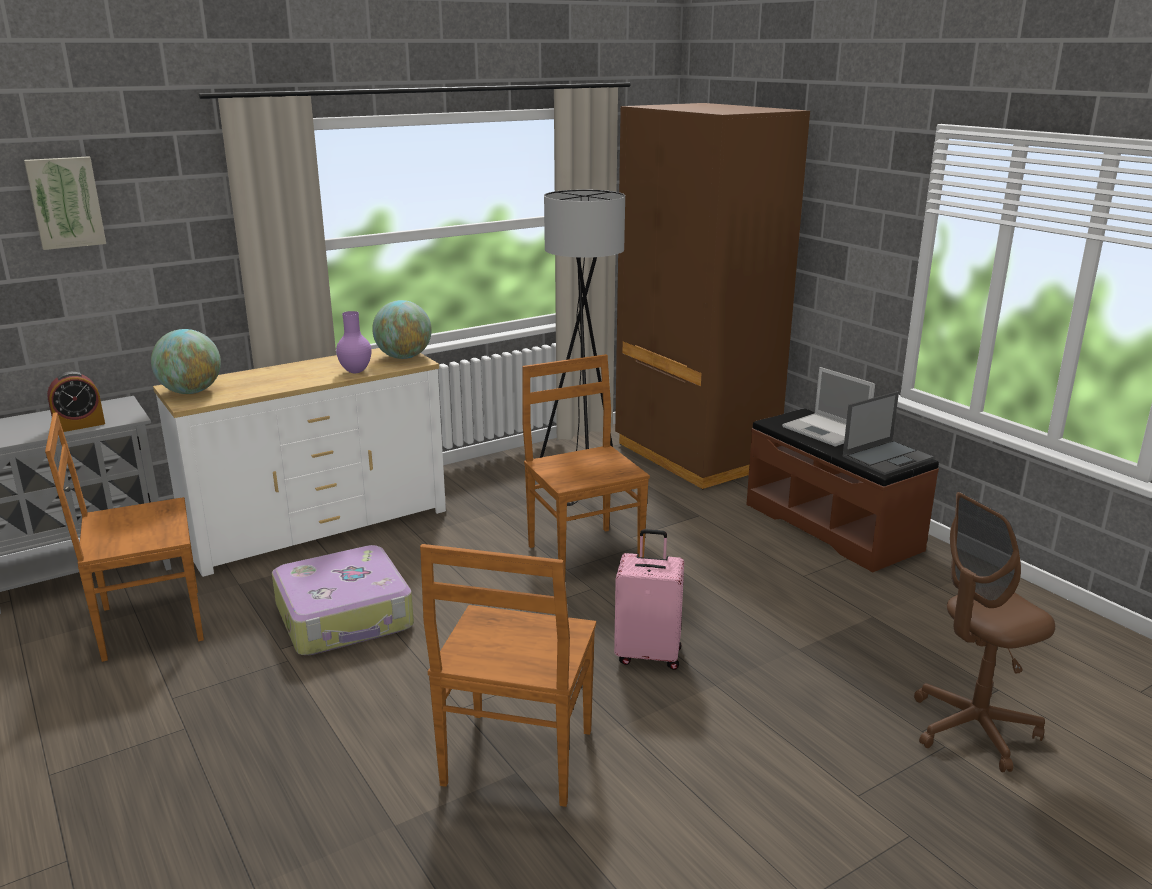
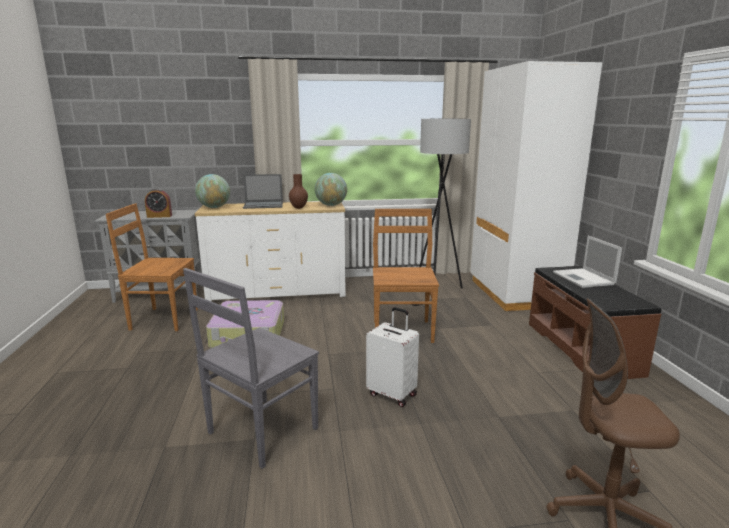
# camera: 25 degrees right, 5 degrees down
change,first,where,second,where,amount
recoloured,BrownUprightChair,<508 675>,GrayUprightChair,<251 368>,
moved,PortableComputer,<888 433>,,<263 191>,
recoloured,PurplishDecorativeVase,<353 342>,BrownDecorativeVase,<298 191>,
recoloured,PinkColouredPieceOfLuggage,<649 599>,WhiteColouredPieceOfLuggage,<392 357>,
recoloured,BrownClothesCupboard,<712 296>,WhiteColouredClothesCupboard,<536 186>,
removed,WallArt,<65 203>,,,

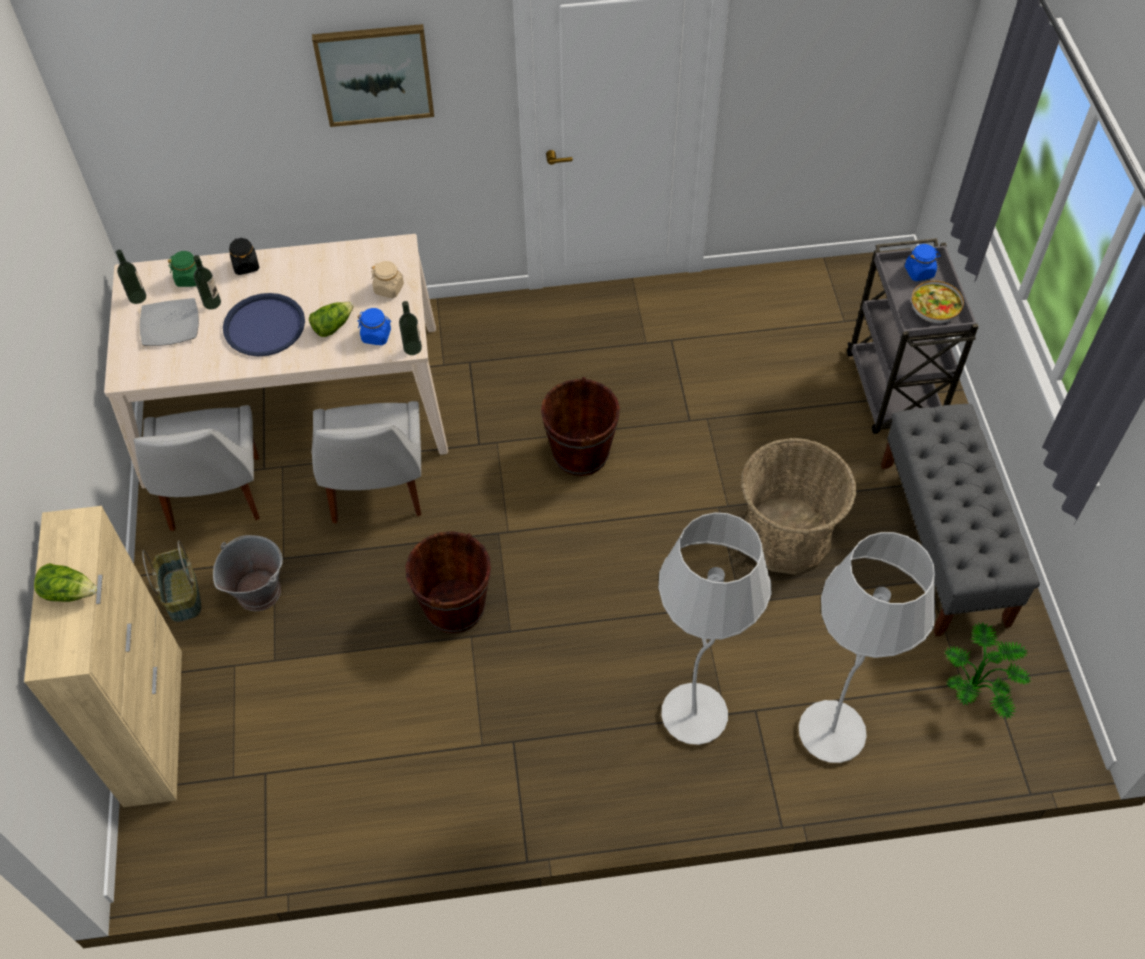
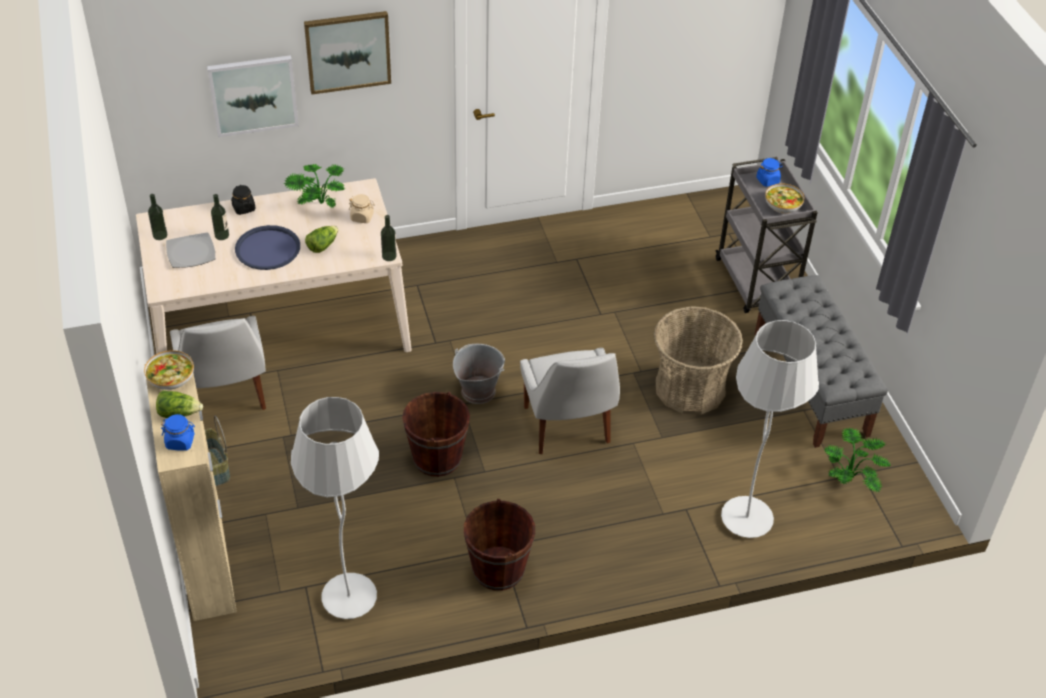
# camera: 10 degrees left, 10 degrees down
change,first,where,second,where,amount
added,,,Bowl,<169 370>,
moved,BlueStorageJar,<374 326>,,<178 432>,
added,,,WallArt,<253 96>,
added,,,Houseplant,<314 185>,
moved,WhiteColouredFloorLamp,<714 629>,,<335 508>,
moved,GrayPail,<248 573>,,<479 374>,
moved,BrownPail,<580 426>,,<499 545>,
moved,WhiteColouredUprightChair,<366 462>,,<570 401>,
removed,GreenishStorageJar,<185 269>,,,

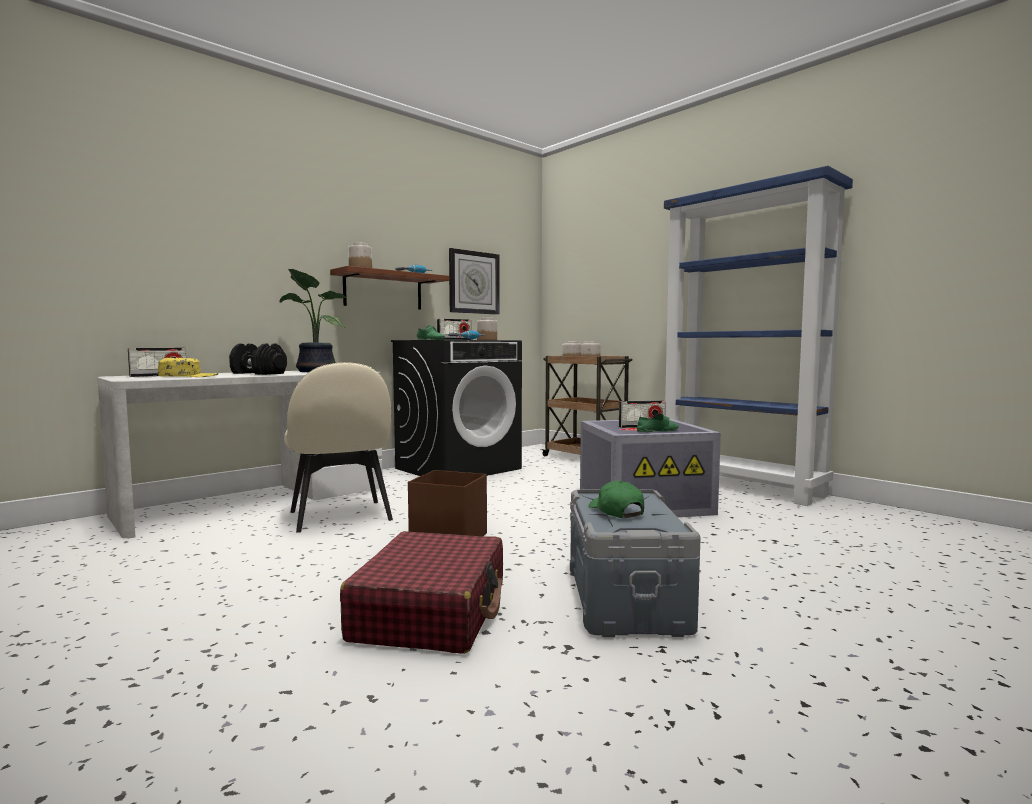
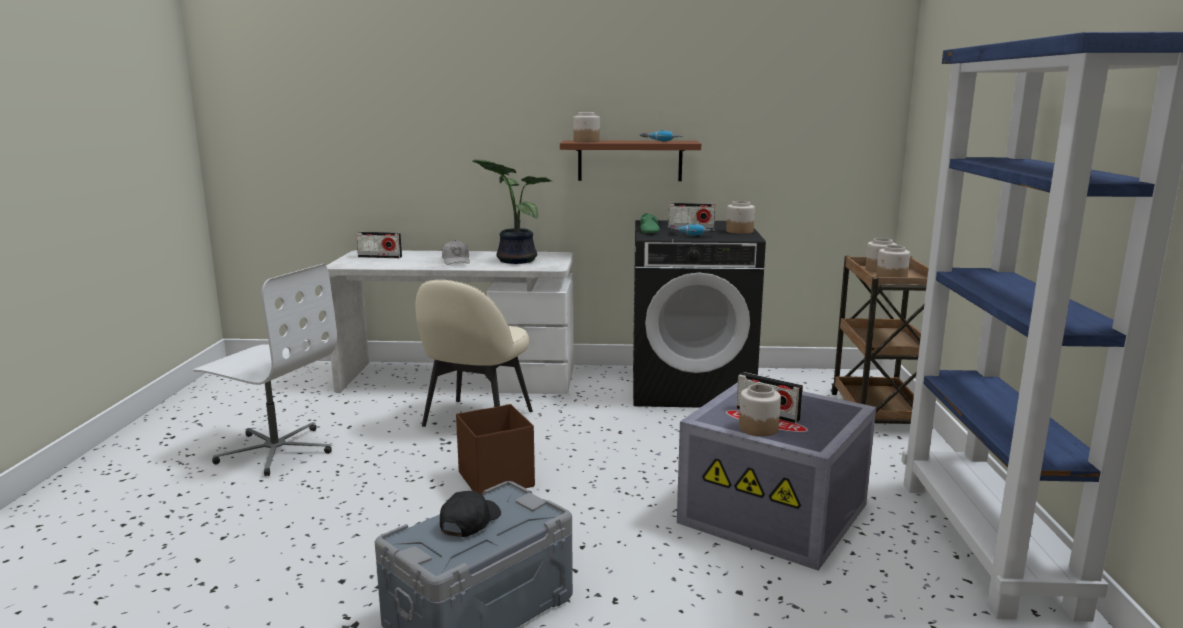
# camera: 45 degrees right, 10 degrees up
change,first,where,second,where,amount
added,,,WhiteColouredOfficeChair,<265 370>,
recoloured,GreenishBaseballCap,<616 499>,BlackBaseballCap,<470 514>,
replaced,BlackDumbbell,<258 359>,WhiteColouredBaseballCap,<456 252>,
replaced,GreenishShoe,<658 422>,StorageJar,<760 410>,
removed,YellowColouredBaseballCap,<188 367>,,,
removed,RedPieceOfLuggage,<421 592>,,,
removed,HangingClock,<474 281>,,,

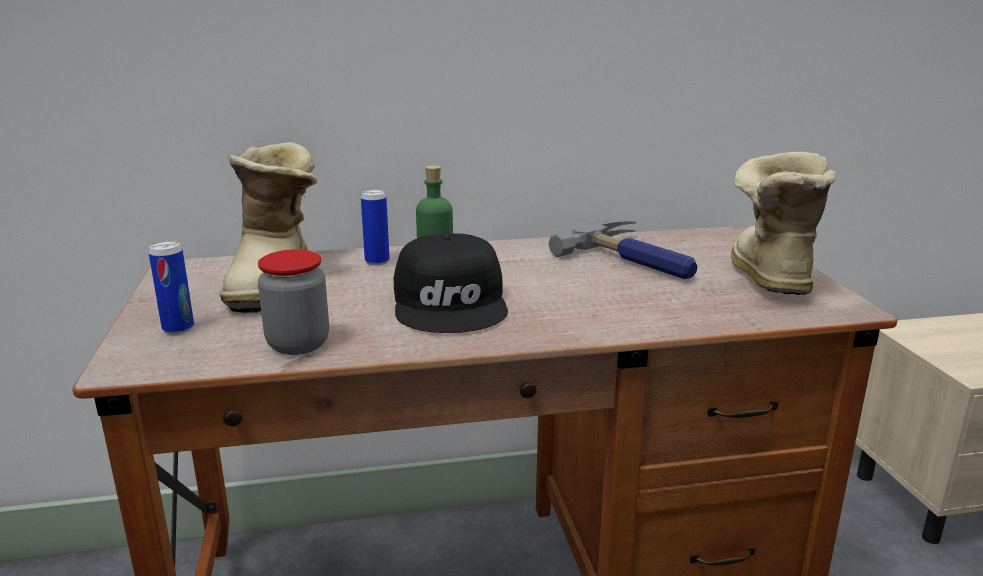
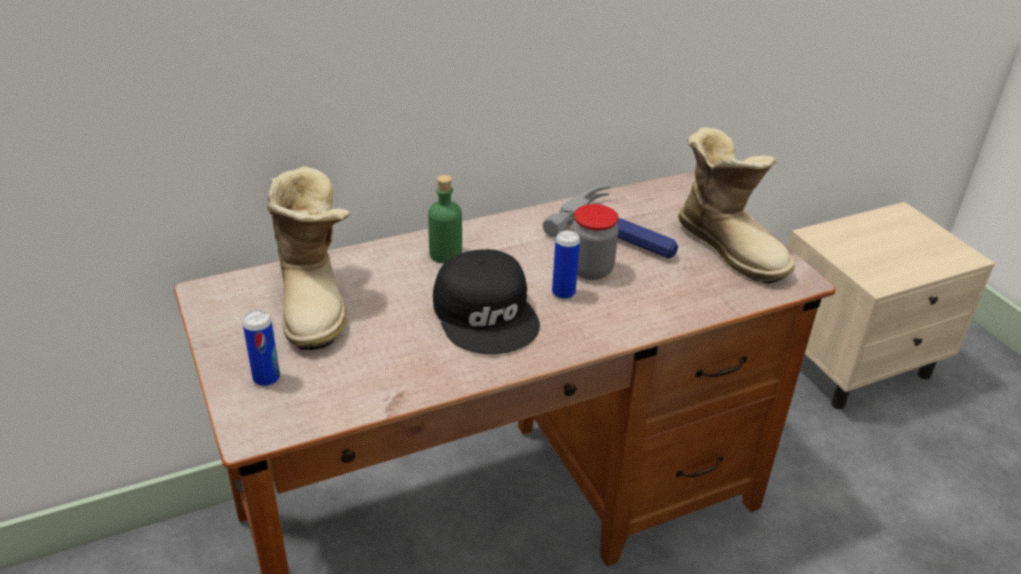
# camera: 15 degrees left, 15 degrees up
change,first,where,second,where,amount
moved,MetalCan,<375 227>,,<566 264>,
moved,StorageJar,<293 302>,,<595 242>,
turned,TallBoot,<783 223>,,<736 205>,150 degrees clockwise

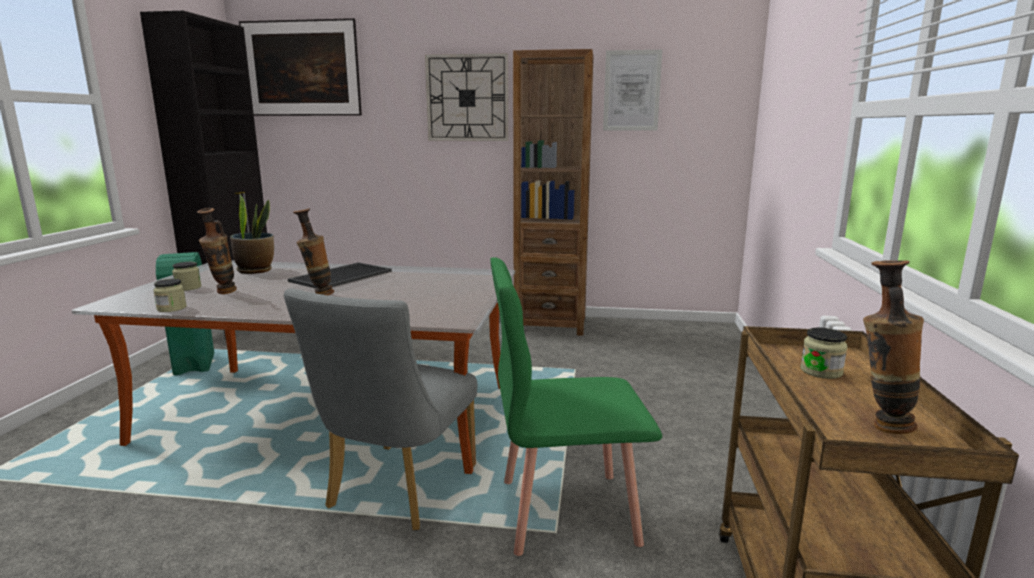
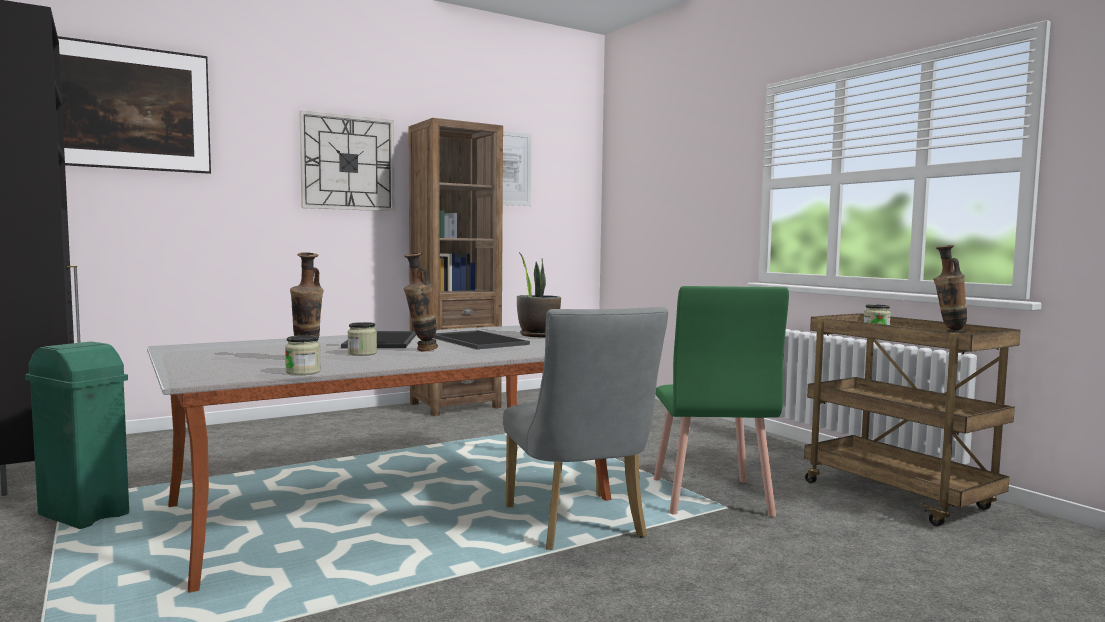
# camera: 40 degrees left, 10 degrees down
change,first,where,second,where,amount
moved,StorageJar,<186 276>,,<362 339>,
added,,,ServingTray,<481 339>,
moved,Houseplant,<252 234>,,<539 295>,
turned,GreenishUprightChair,<576 406>,,<721 401>,45 degrees counterclockwise

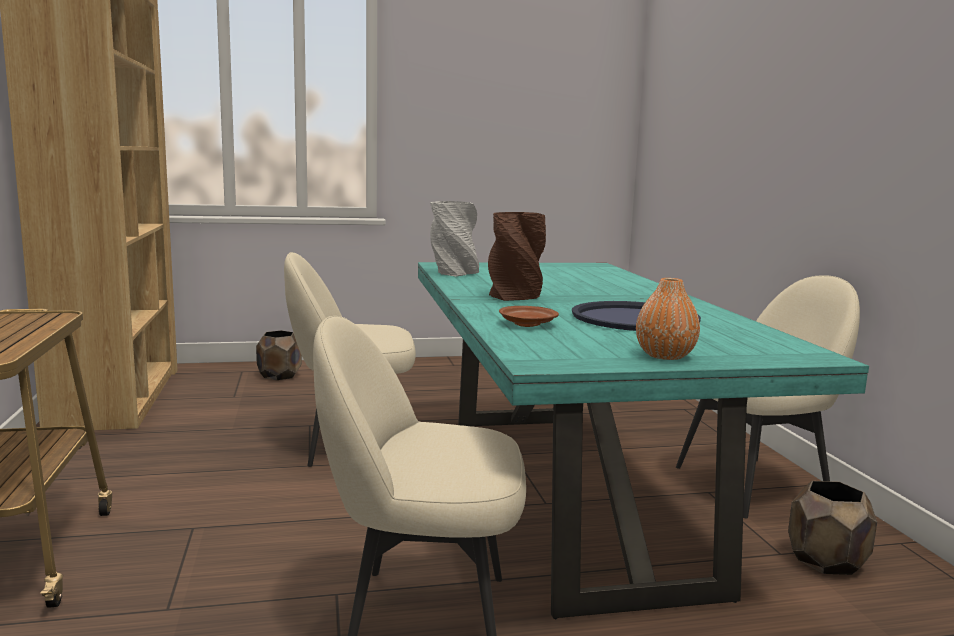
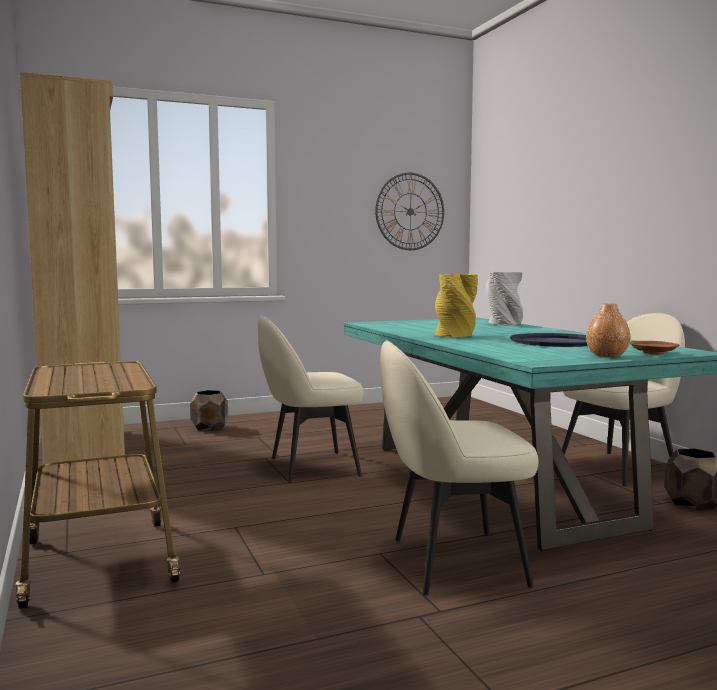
# camera: 10 degrees left, 5 degrees down
change,first,where,second,where,amount
added,,,HangingClock,<409 211>,
recoloured,BrownDecorativeVase,<517 256>,YellowColouredDecorativeVase,<456 306>,
moved,GrayDecorativeVase,<454 239>,,<504 299>,
moved,BrownDinnerPlate,<529 316>,,<655 348>,

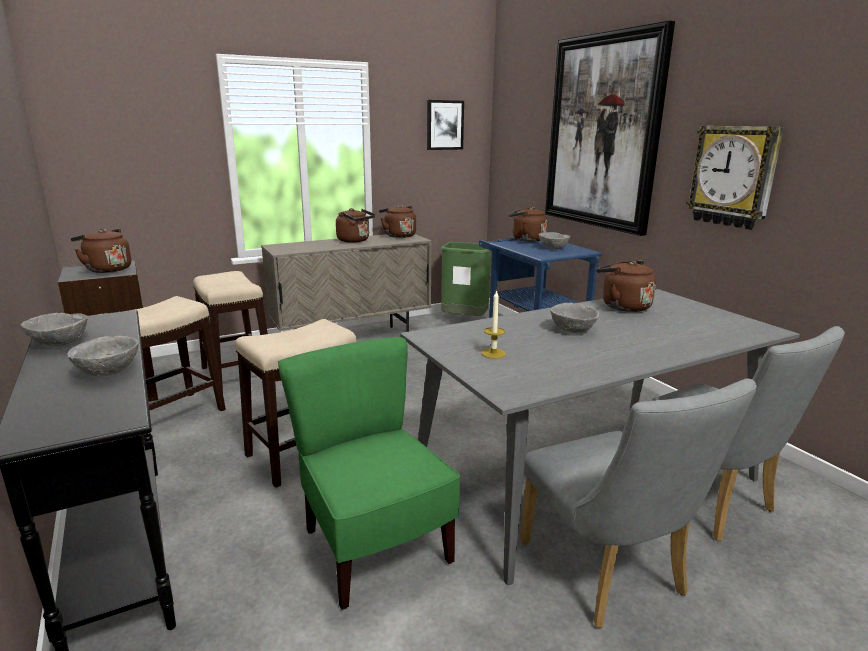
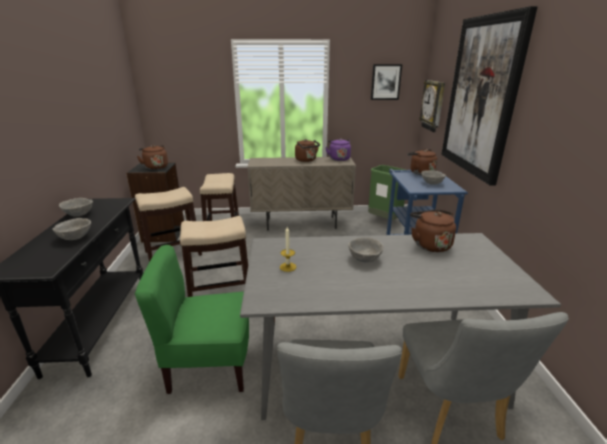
# camera: 25 degrees right, 5 degrees up
change,first,where,second,where,amount
turned,GreenishUprightChair,<369 473>,,<192 319>,90 degrees counterclockwise
recoloured,BrownWaterKettle,<397 221>,PurplishWaterKettle,<338 150>,
moved,HangingClock,<735 178>,,<432 106>,

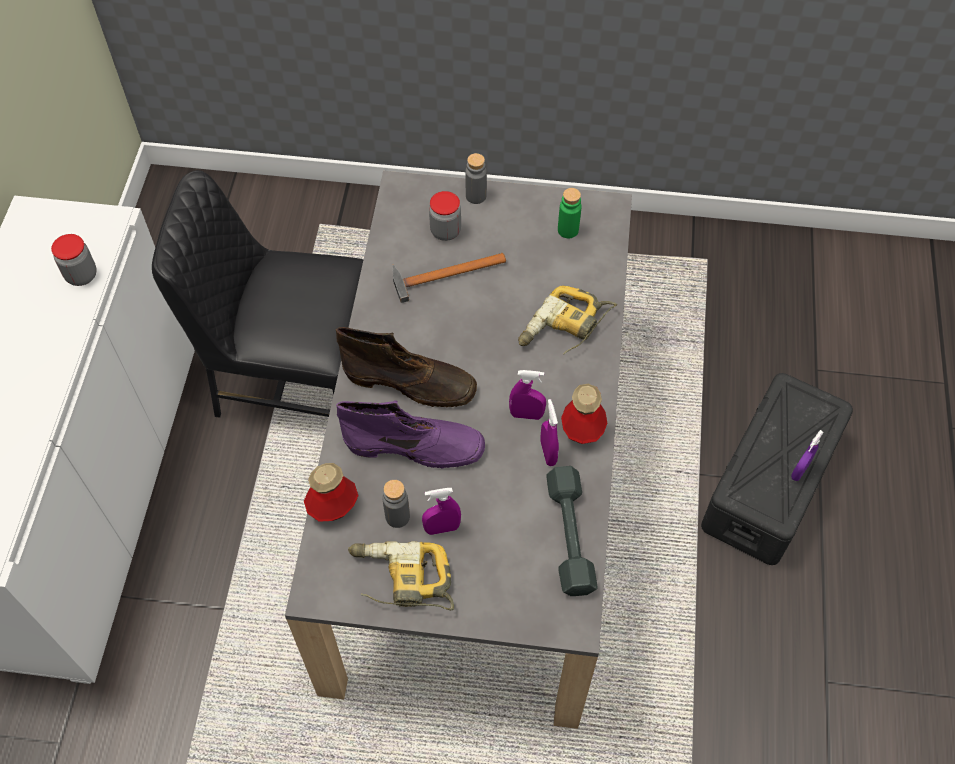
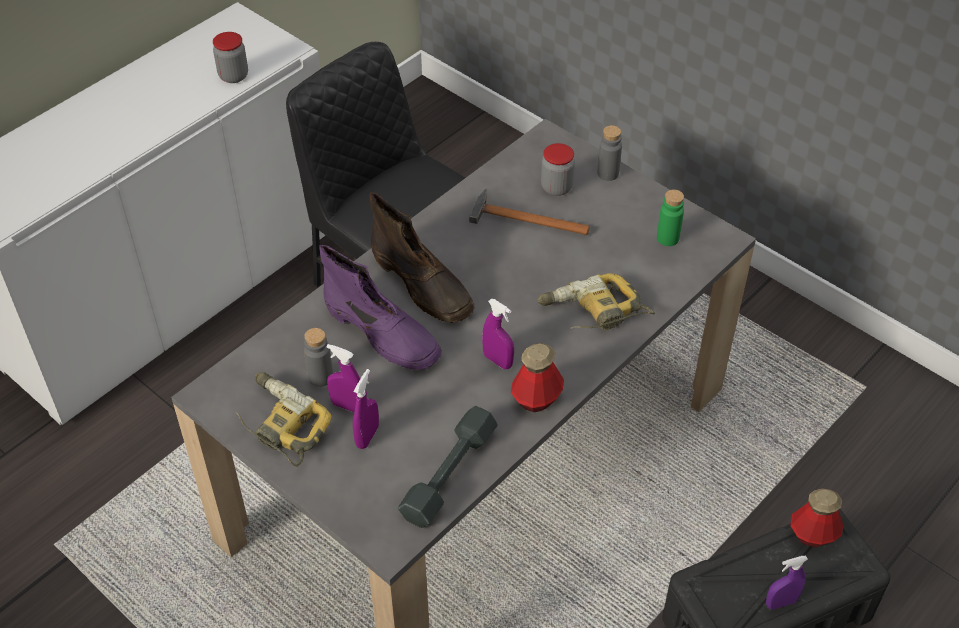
# camera: 35 degrees right, 10 degrees down
change,first,where,second,where,amount
moved,PurplishHandSprayer,<549 432>,,<366 409>,
moved,DrinkBottle,<331 492>,,<816 517>,

